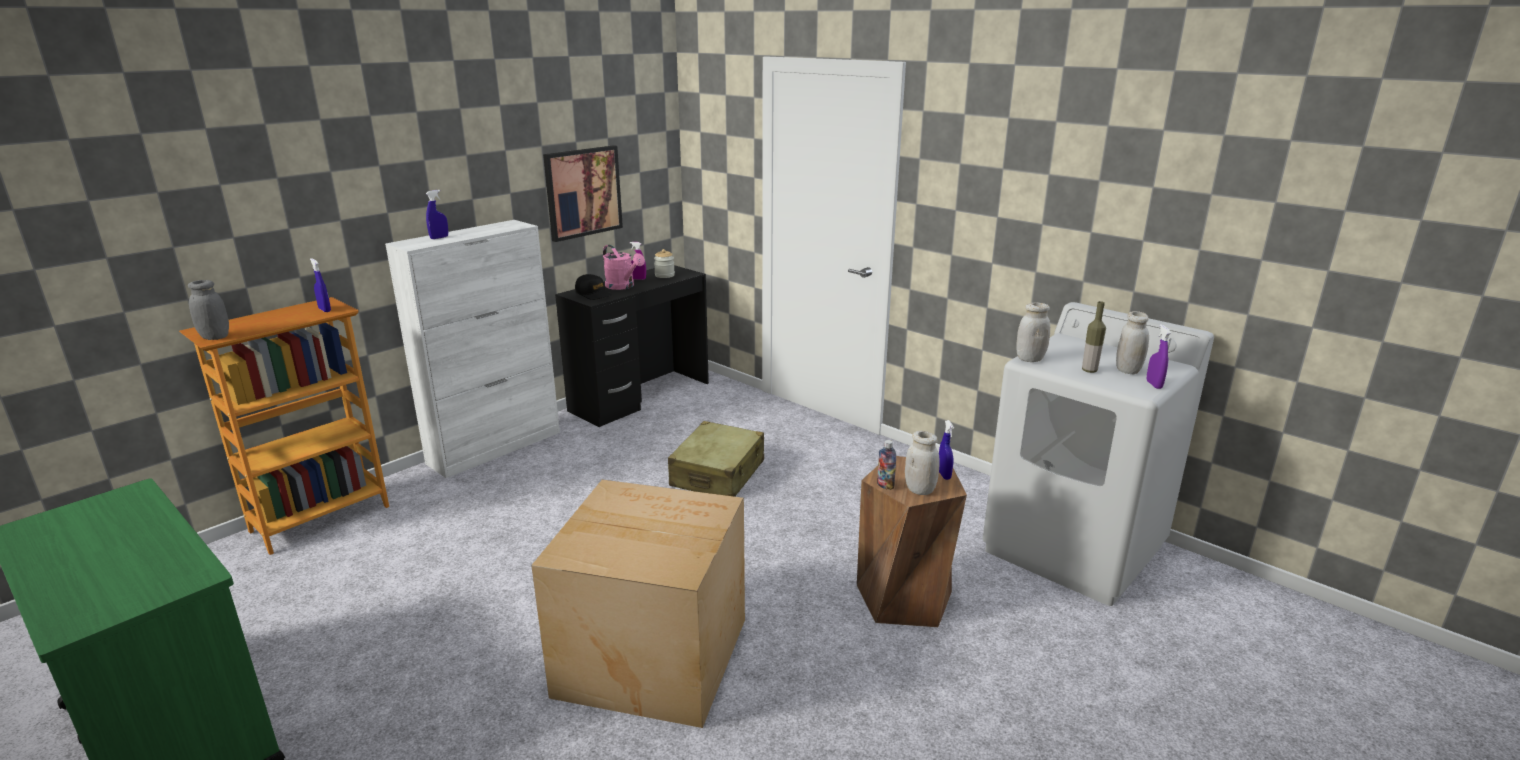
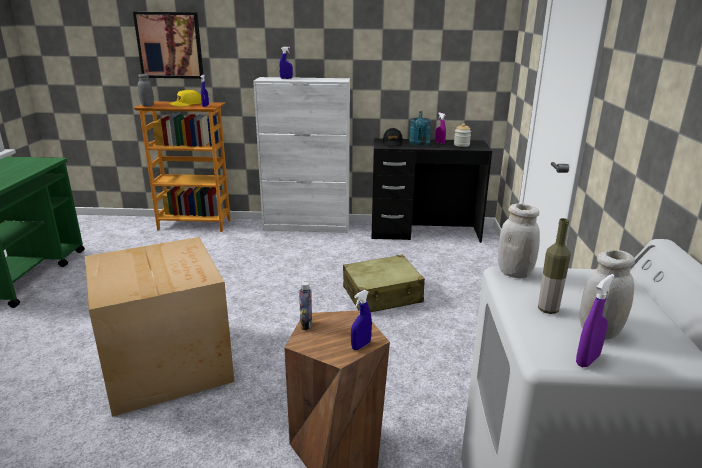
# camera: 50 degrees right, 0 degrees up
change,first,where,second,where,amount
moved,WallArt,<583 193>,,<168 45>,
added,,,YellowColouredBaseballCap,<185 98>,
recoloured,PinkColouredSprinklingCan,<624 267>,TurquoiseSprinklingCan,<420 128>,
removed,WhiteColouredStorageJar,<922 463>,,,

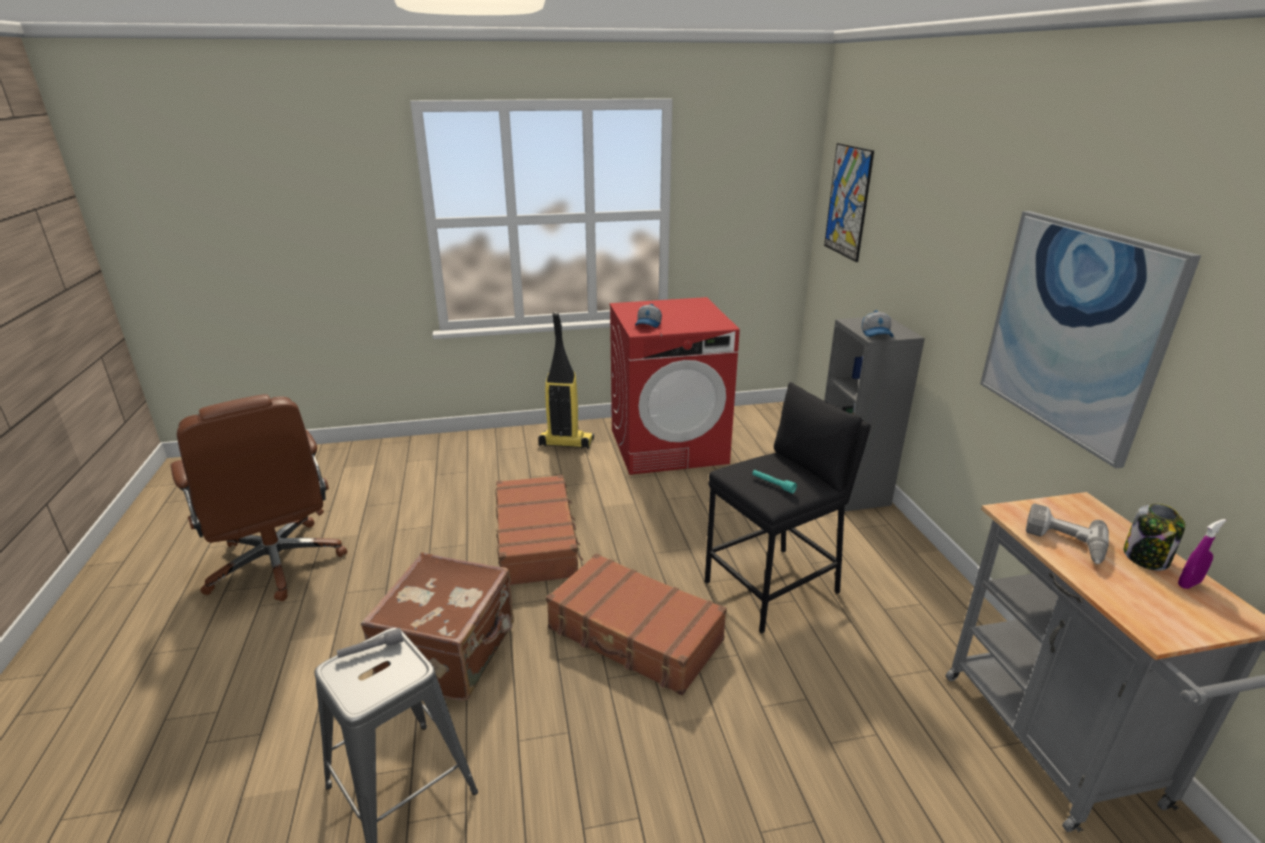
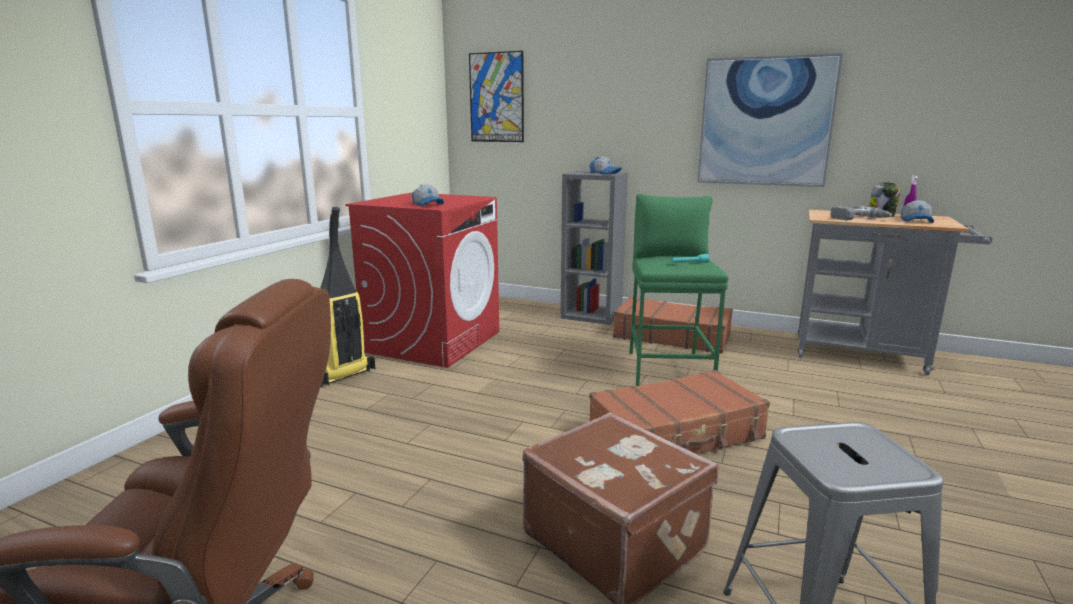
# camera: 55 degrees left, 10 degrees down
change,first,where,second,where,amount
moved,BrownPieceOfLuggage,<539 530>,,<673 325>,
recoloured,BlackStool,<788 508>,GreenishStool,<679 290>,
added,,,BaseballCap,<917 211>,
removed,GrayHandTorch,<370 643>,,,

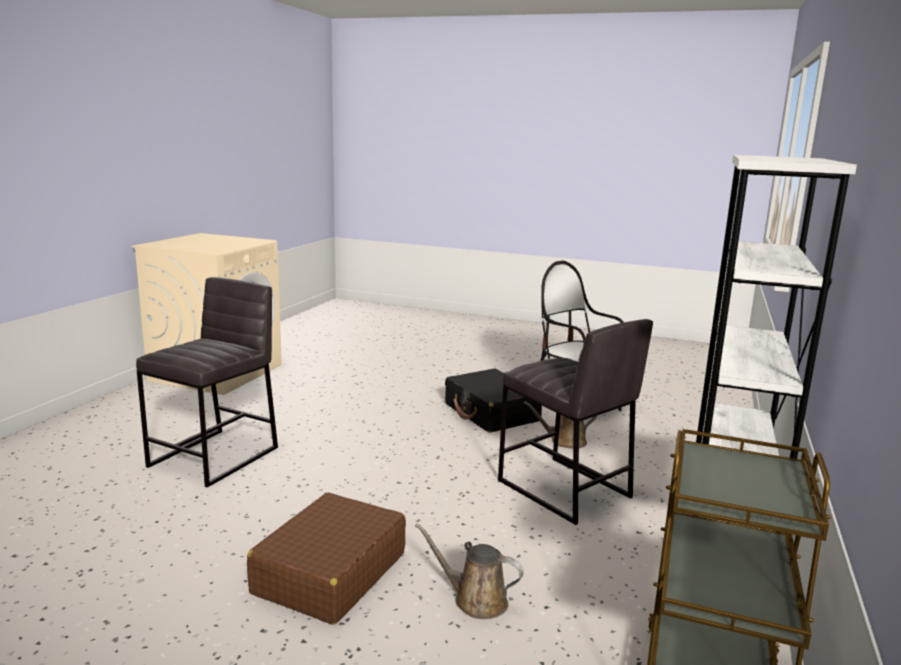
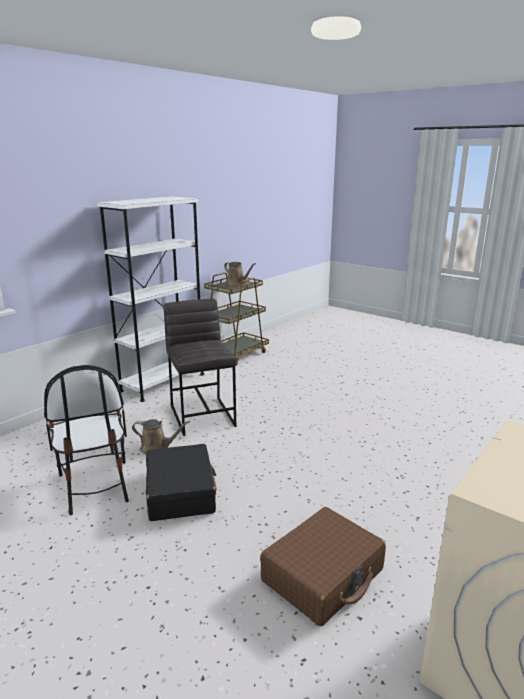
# camera: 160 degrees left, 5 degrees up
change,first,where,second,where,amount
moved,BrownSprinklingCan,<469 571>,,<240 274>,
moved,BrownPieceOfLuggage,<326 558>,,<323 566>,
removed,GrayStool,<207 382>,,,

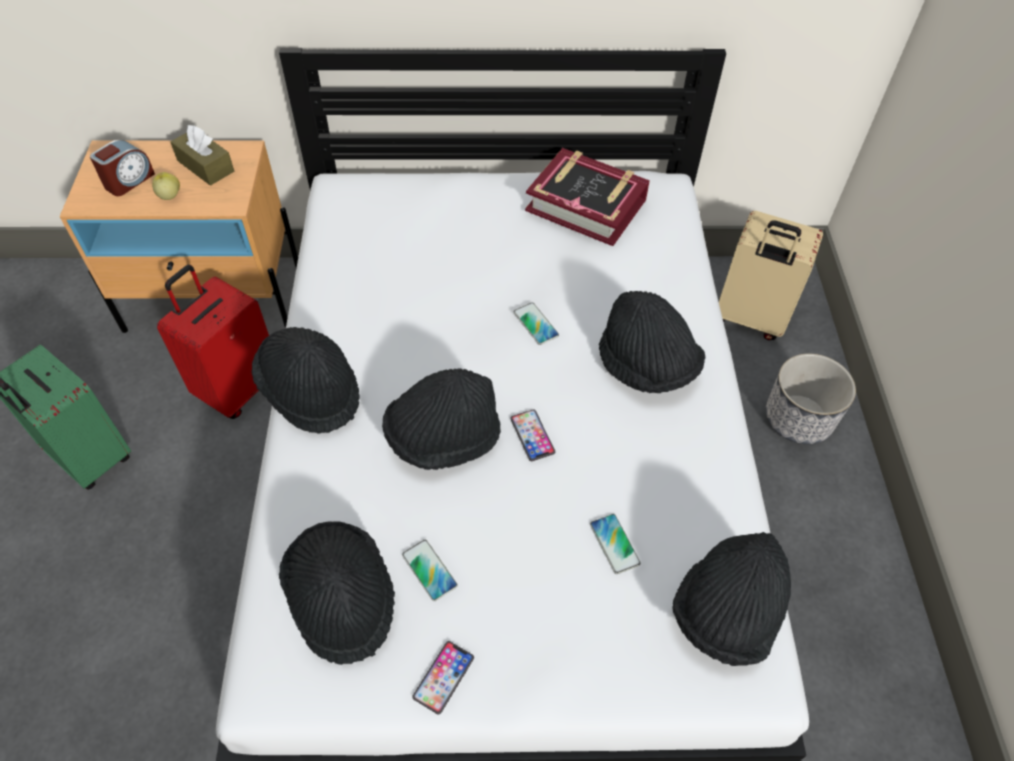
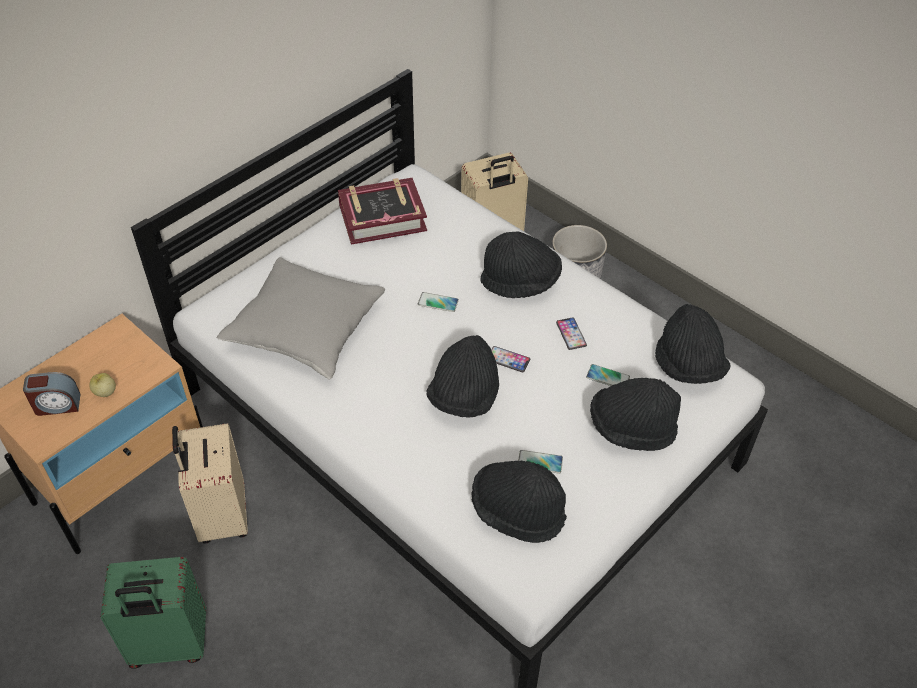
# camera: 45 degrees left, 5 degrees down
change,first,where,second,where,amount
turned,BedsideClock,<122 168>,,<51 394>,90 degrees clockwise
recoloured,RedPieceOfLuggage,<213 342>,BeigePieceOfLuggage,<210 483>,
added,,,GrayThrowPillow,<301 318>,
moved,Phone,<443 678>,,<571 333>,
moved,BlackWearableHat,<305 380>,,<635 414>,
removed,BrownTissueBox,<202 155>,,,

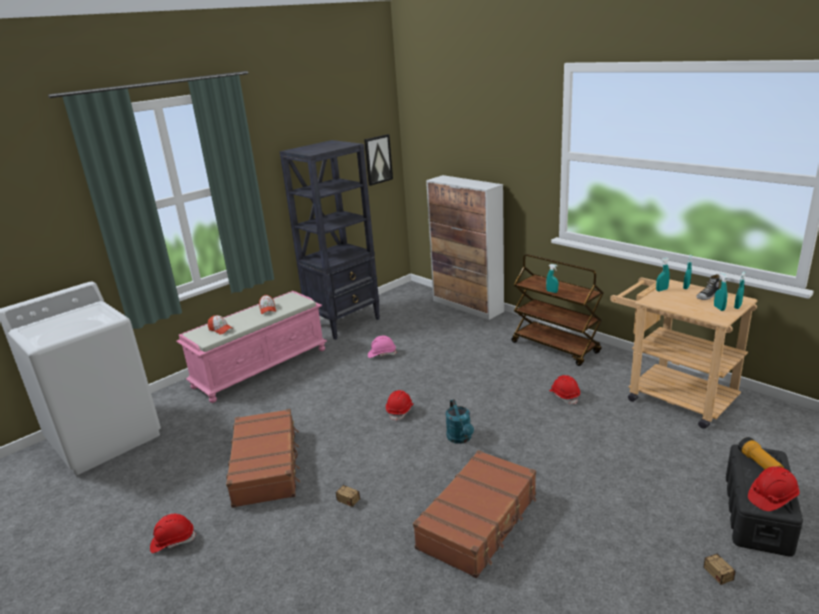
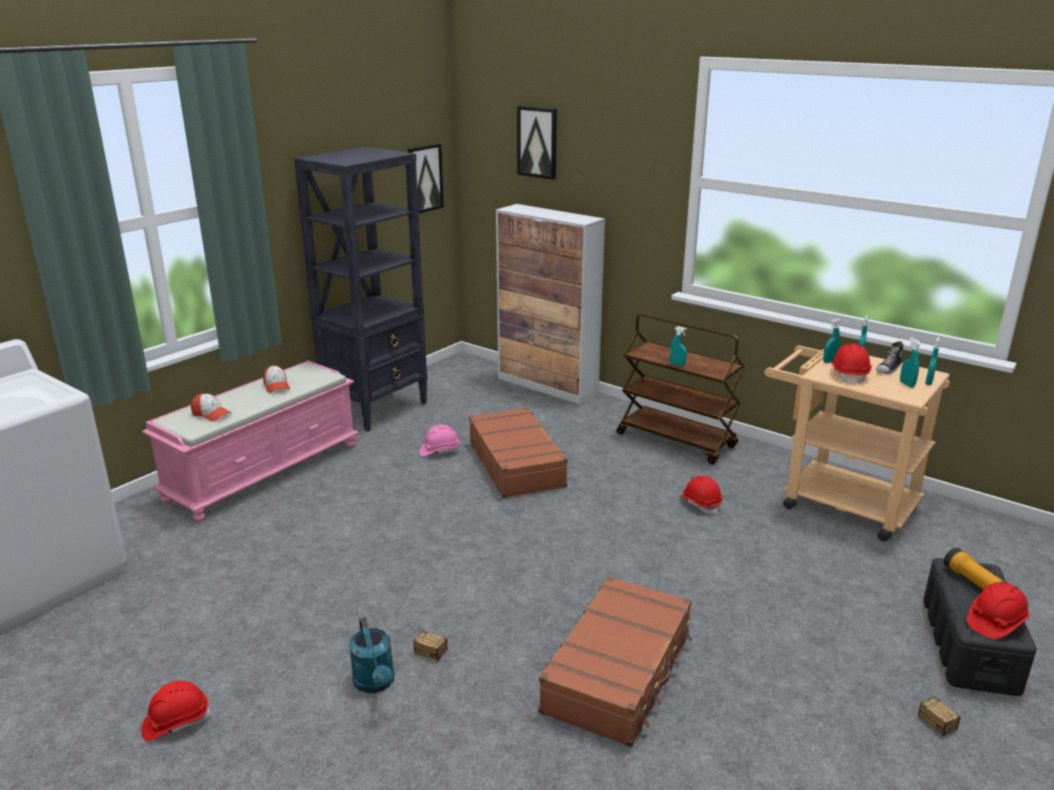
# camera: 10 degrees left, 0 degrees up
change,first,where,second,where,amount
moved,TurquoiseSprinklingCan,<460 422>,,<372 655>,
moved,BrownPieceOfLuggage,<263 458>,,<518 452>,
added,,,WallArt,<537 143>,
moved,RedHardHat,<399 405>,,<851 364>,

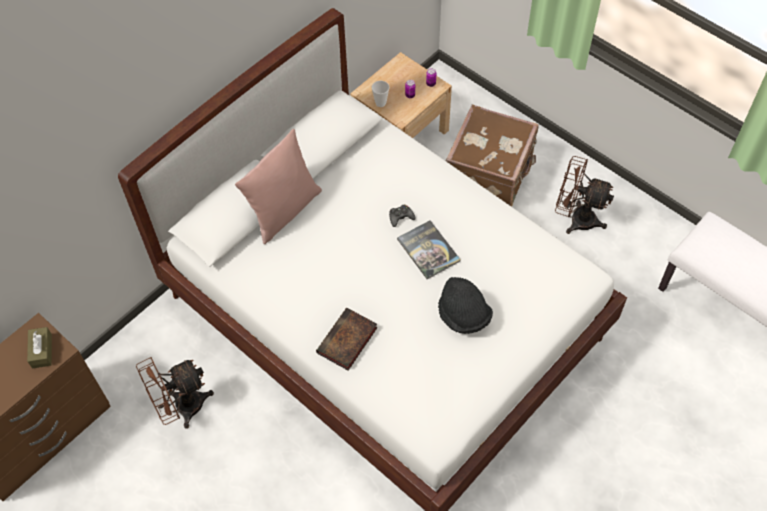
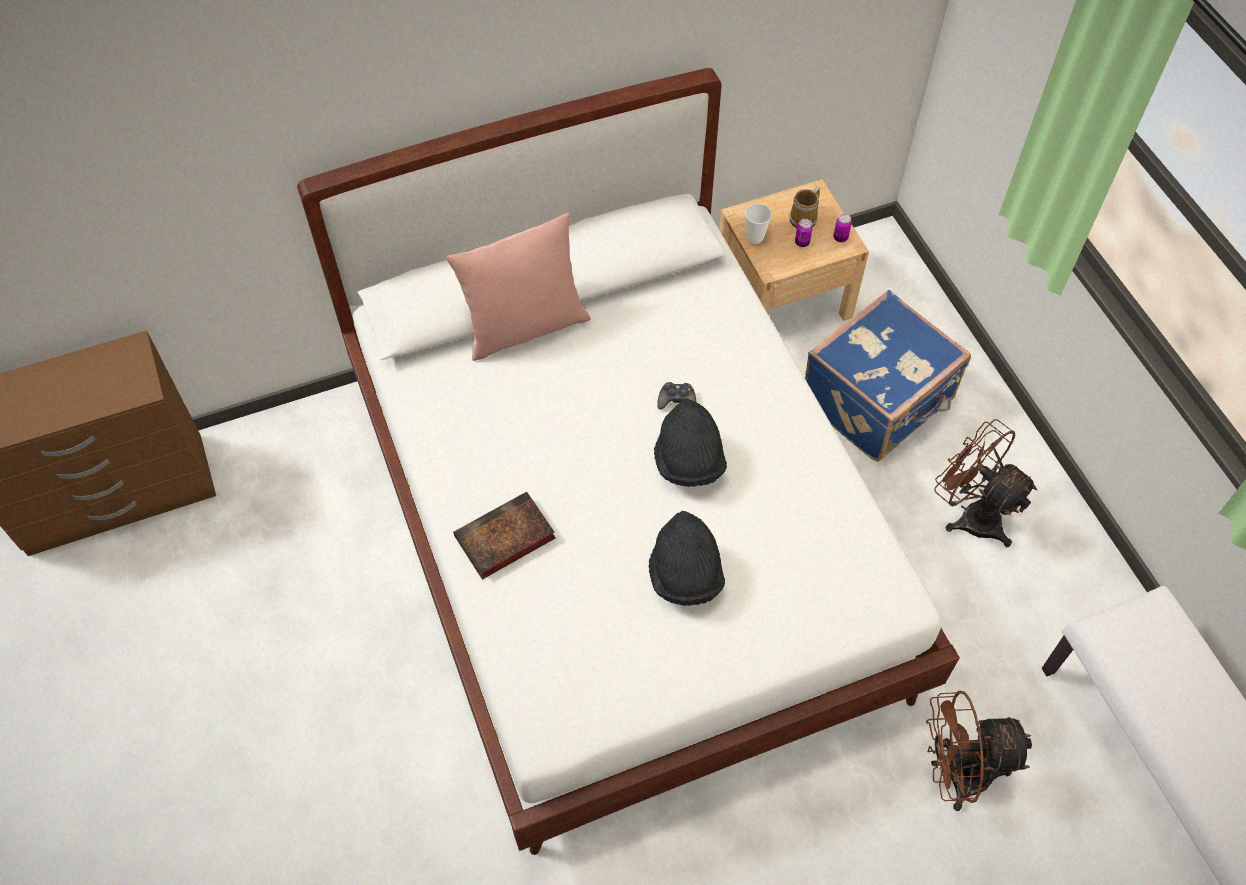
# camera: 25 degrees right, 0 degrees up
change,first,where,second,where,amount
replaced,Volume,<429 249>,BlackWearableHat,<690 443>,
added,,,TeaMug,<804 207>,
recoloured,BrownPieceOfLuggage,<492 156>,BluePieceOfLuggage,<888 376>,
moved,BrownCoolingFan,<175 393>,,<979 751>,
removed,BrownTissueBox,<39 348>,,,

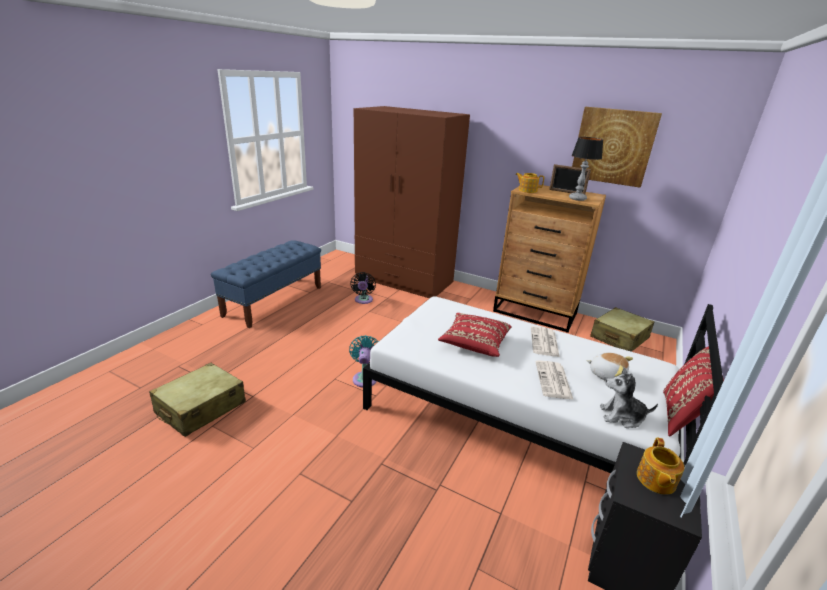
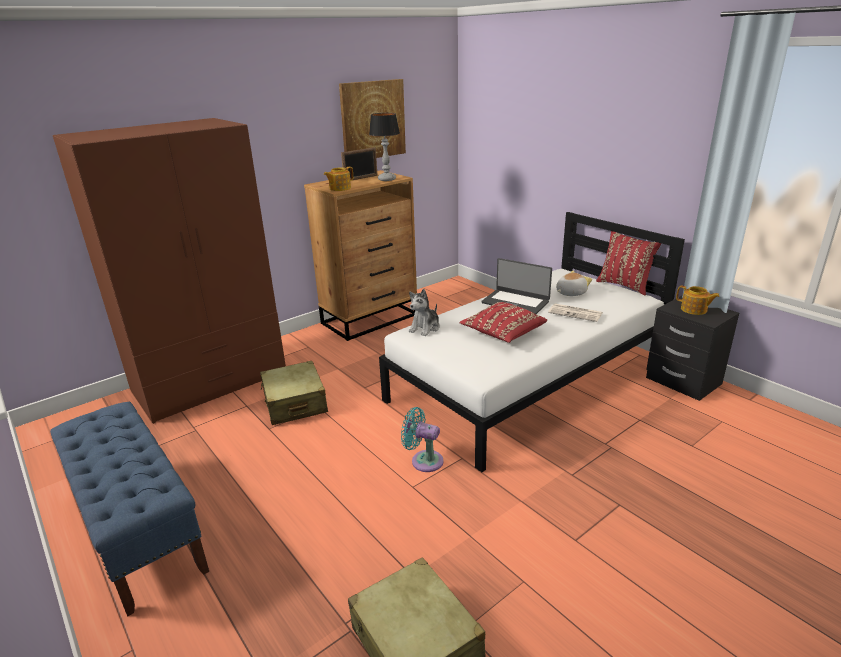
# camera: 65 degrees left, 0 degrees up
change,first,where,second,where,amount
moved,BeigePieceOfLuggage,<622 329>,,<294 393>,
moved,SoftToy,<629 397>,,<424 312>,
replaced,DailyPaper,<545 341>,PortableComputer,<516 286>,
removed,BlackCoolingFan,<363 288>,,,

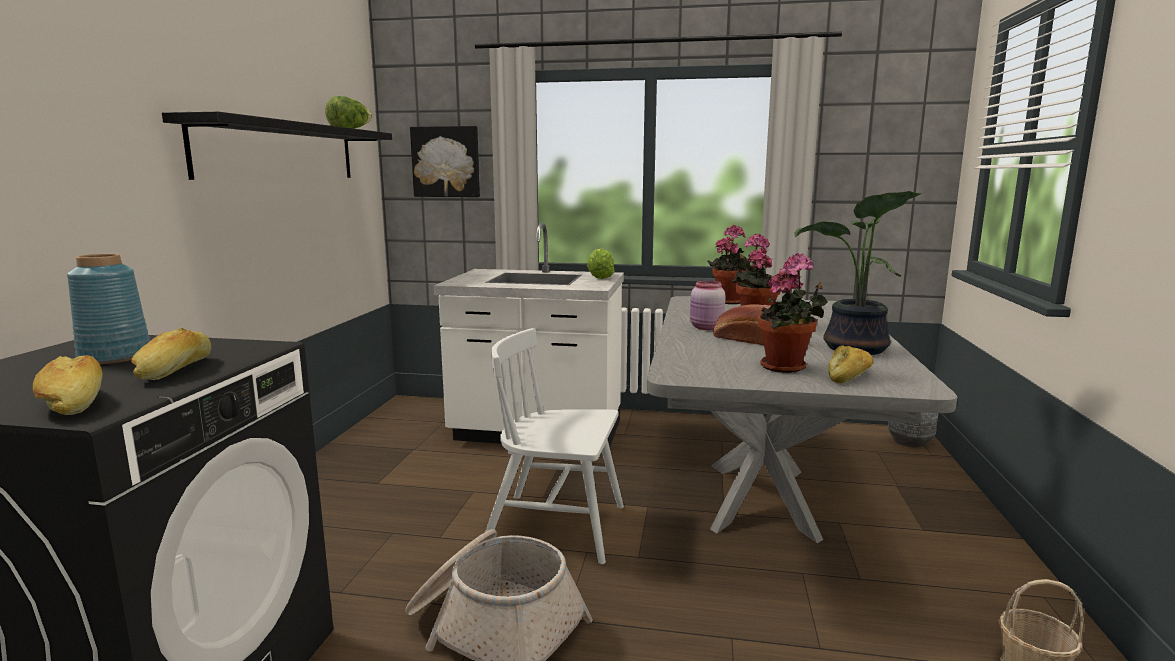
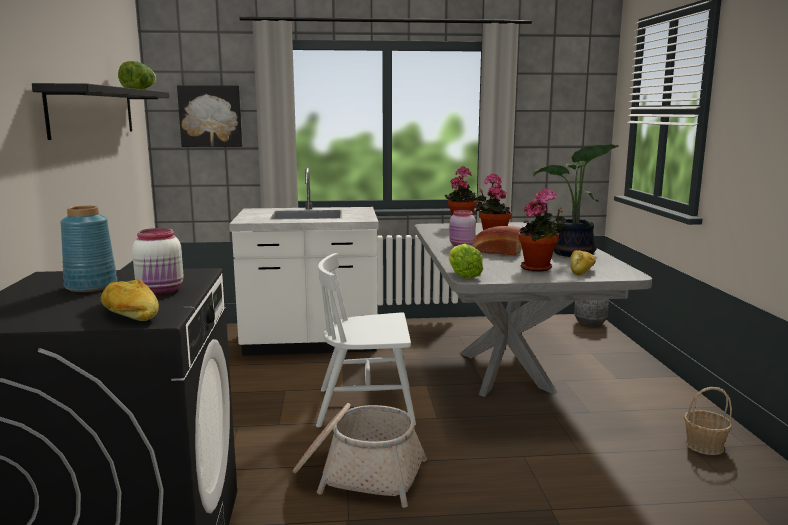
# camera: 15 degrees left, 0 degrees up
change,first,where,second,where,amount
replaced,BakedBread,<171 354>,WhiteColouredStorageJar,<157 261>,
moved,HeadOfLettuce,<600 264>,,<466 261>,

